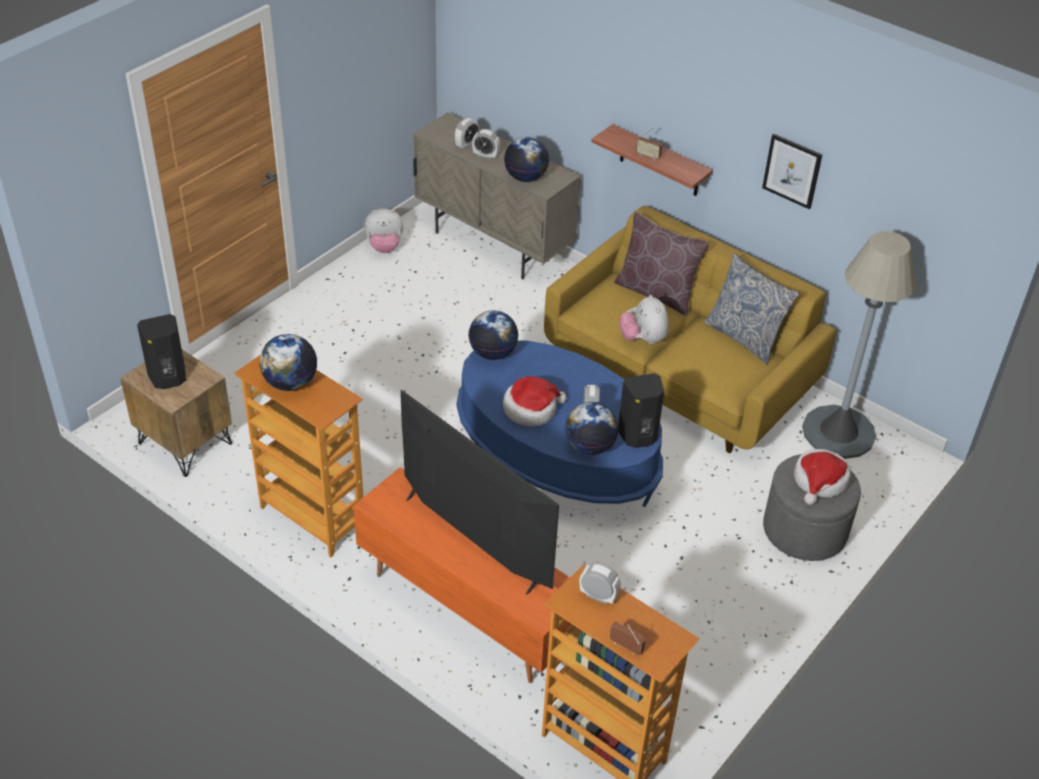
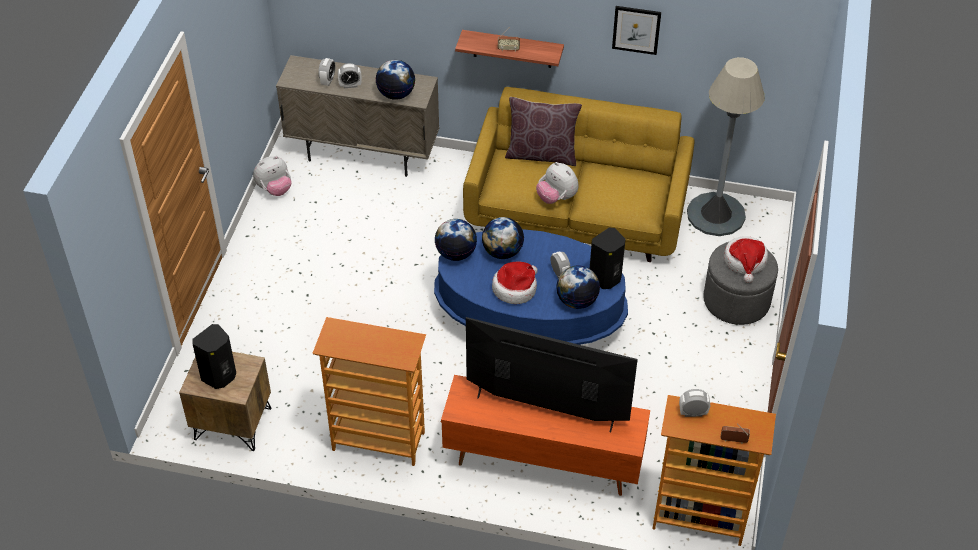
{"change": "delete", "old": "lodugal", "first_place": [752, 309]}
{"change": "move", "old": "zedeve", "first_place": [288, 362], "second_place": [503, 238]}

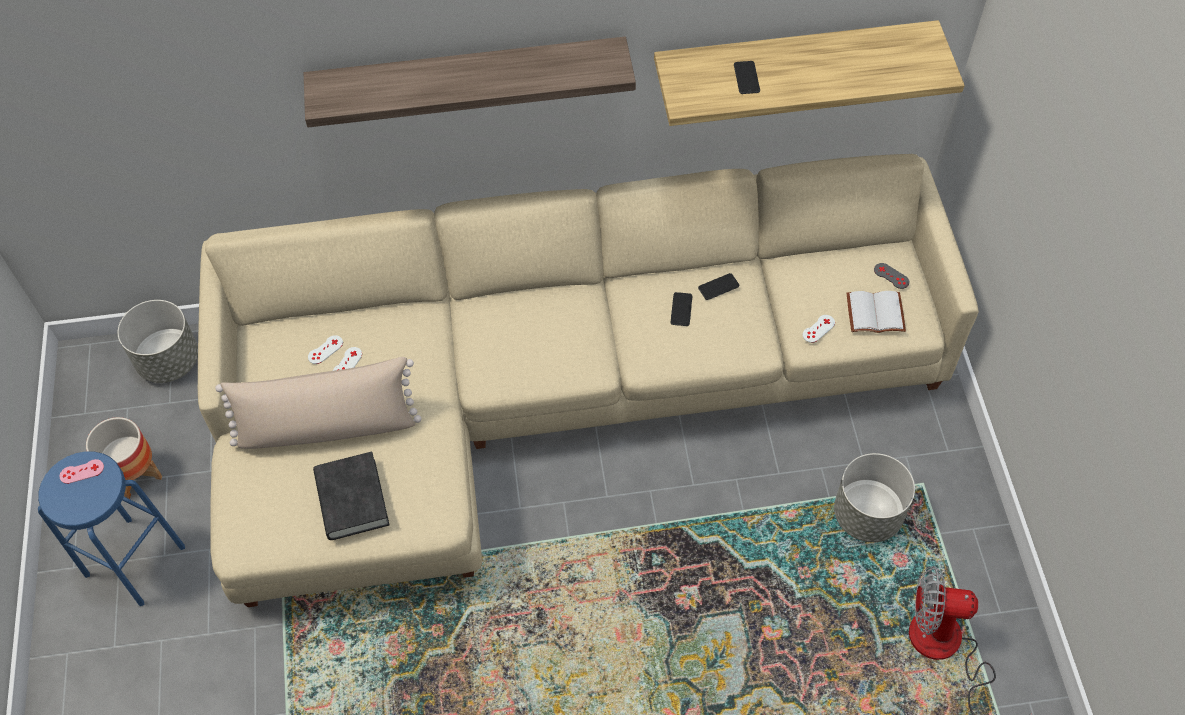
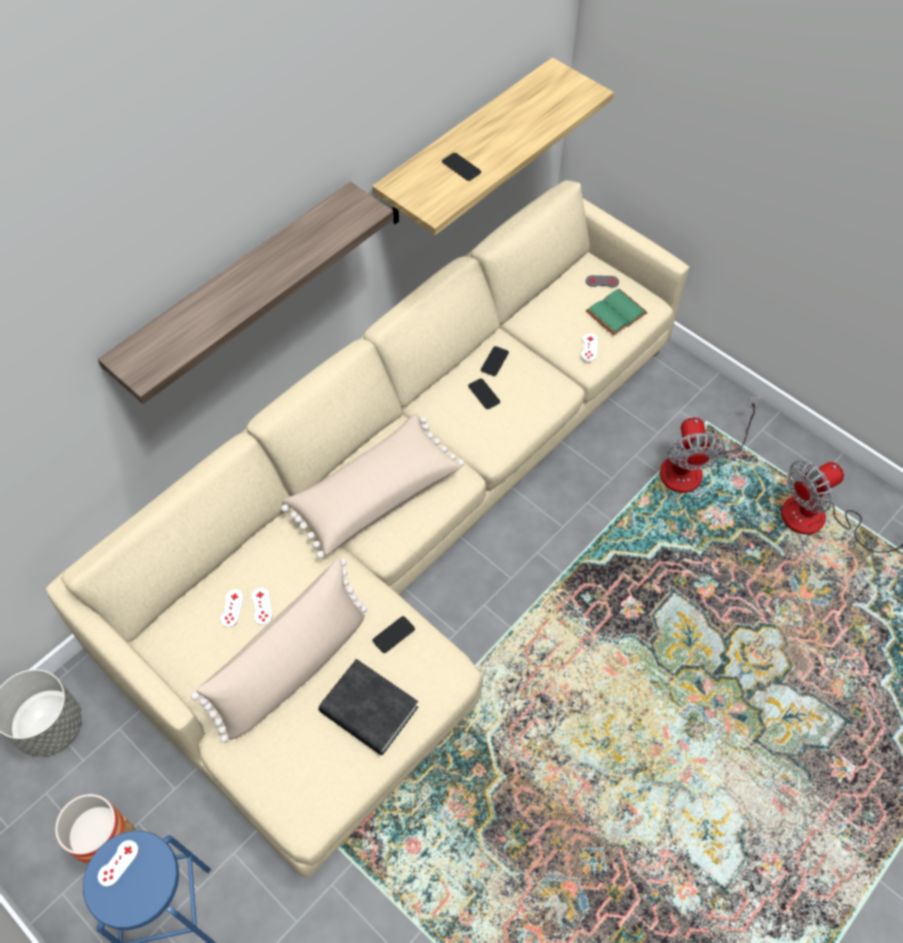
{"change": "insert", "new": "beige_lodugal", "second_place": [372, 486]}
{"change": "insert", "new": "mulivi", "second_place": [393, 634]}
{"change": "replace", "old": "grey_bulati", "new": "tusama", "first_place": [874, 497], "second_place": [710, 445]}
{"change": "recolor", "old": "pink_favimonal", "new": "white_favimonal", "first_place": [82, 471], "second_place": [118, 863]}
{"change": "recolor", "old": "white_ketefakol", "new": "green_ketefakol", "first_place": [876, 312], "second_place": [617, 312]}

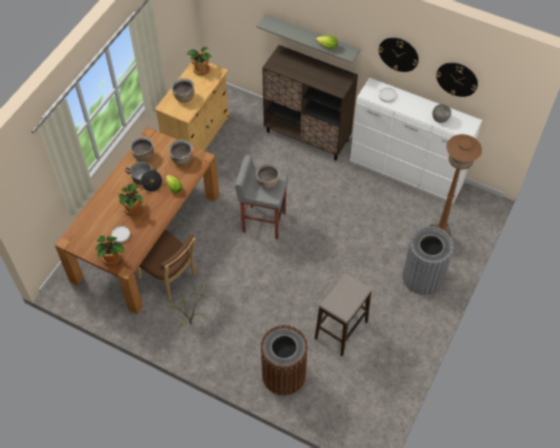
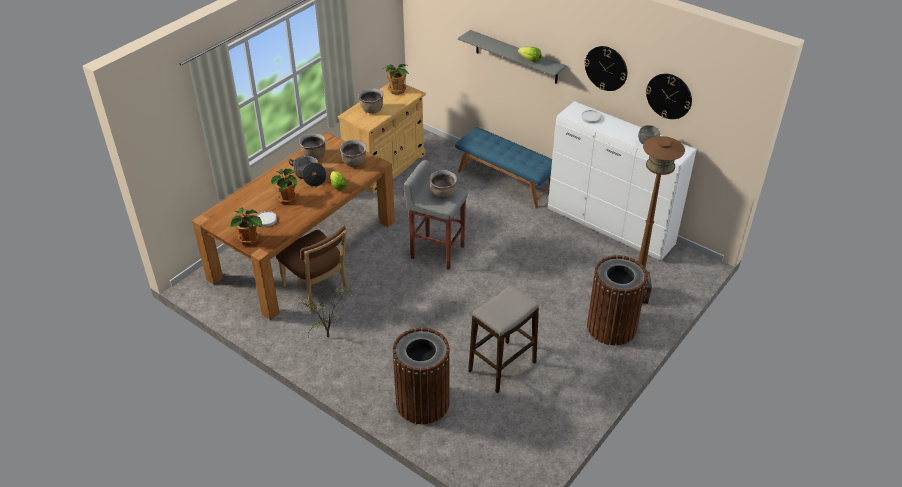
{"change": "replace", "old": "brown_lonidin", "new": "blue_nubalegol", "first_place": [310, 102], "second_place": [503, 167]}
{"change": "recolor", "old": "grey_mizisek", "new": "brown_mizisek", "first_place": [428, 260], "second_place": [617, 300]}

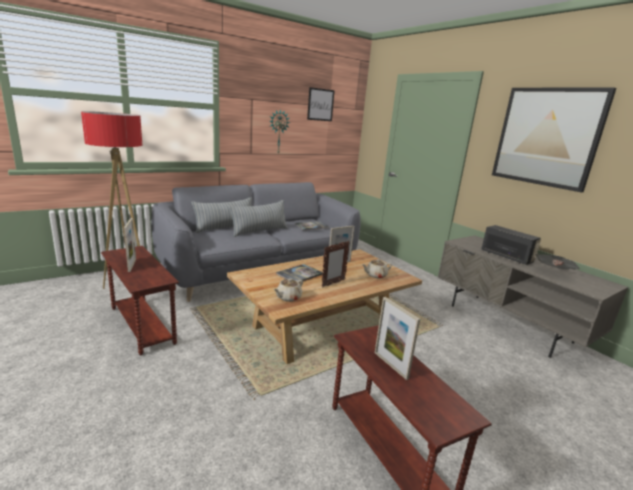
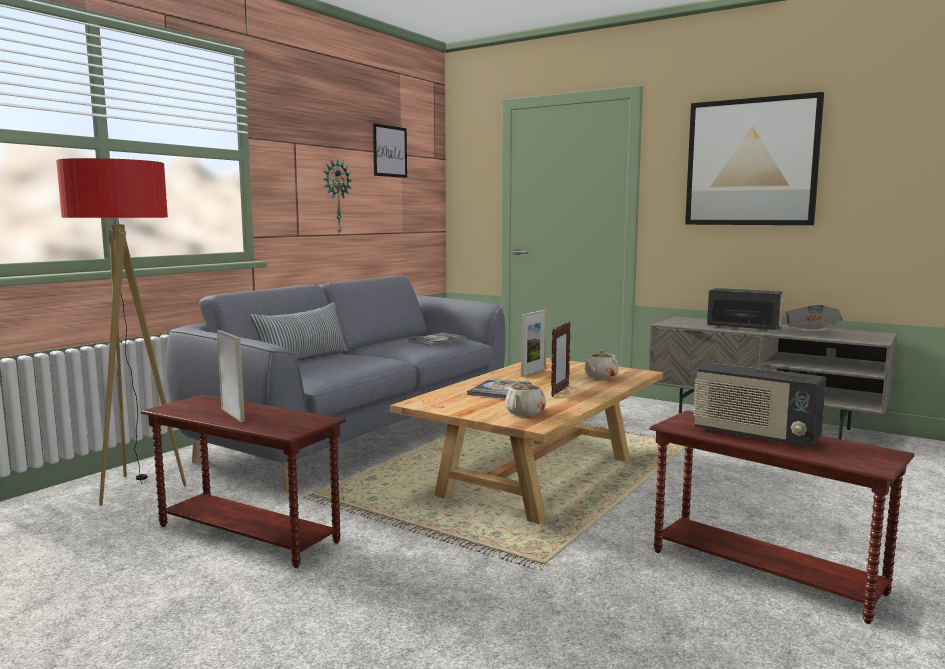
{"change": "delete", "old": "lodugal", "first_place": [258, 218]}
{"change": "replace", "old": "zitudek", "new": "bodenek", "first_place": [397, 338], "second_place": [759, 405]}

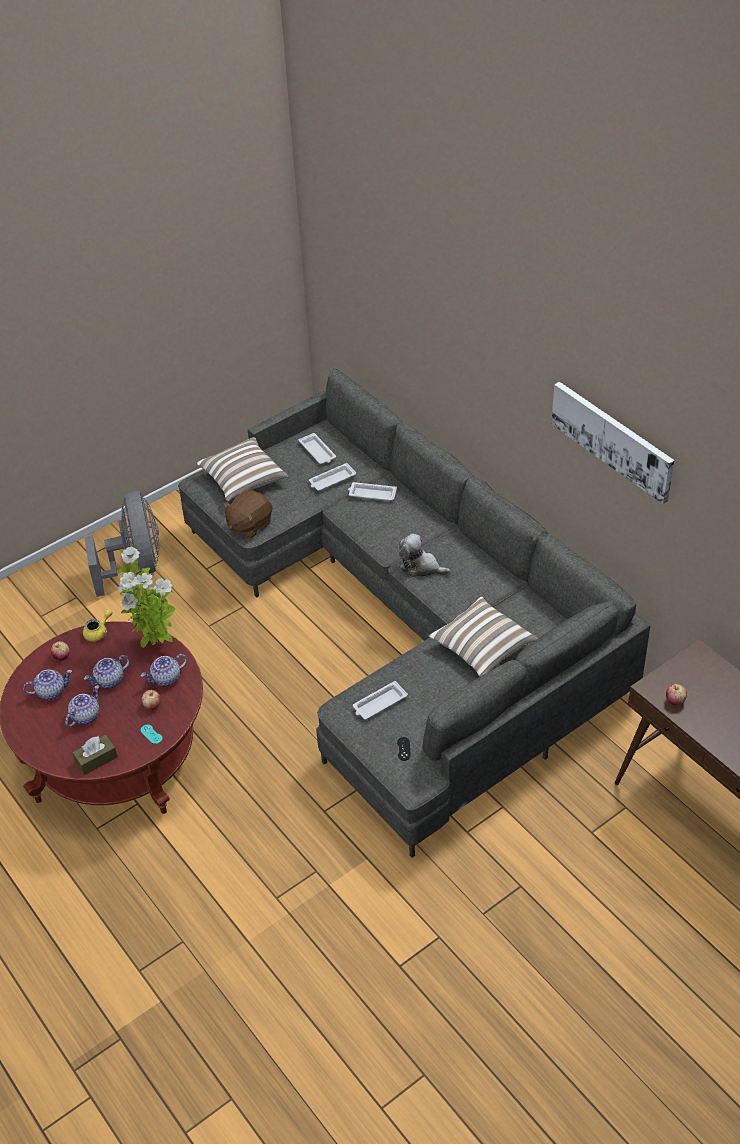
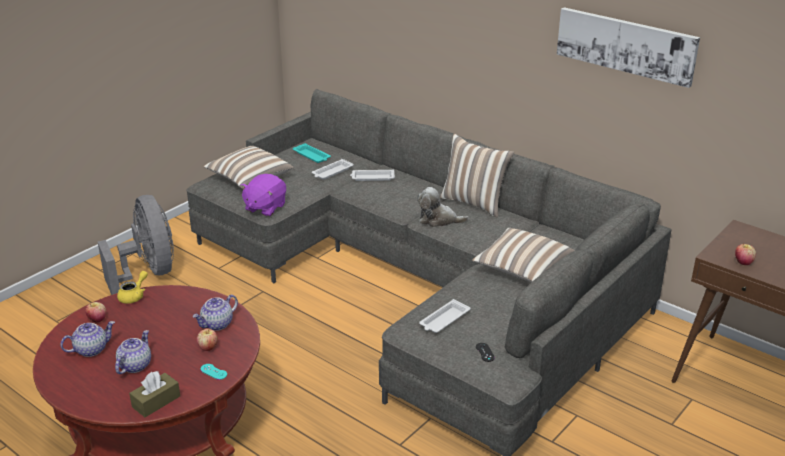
{"change": "delete", "old": "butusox", "first_place": [107, 671]}
{"change": "delete", "old": "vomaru", "first_place": [147, 597]}
{"change": "insert", "new": "lodugal", "second_place": [477, 176]}
{"change": "recolor", "old": "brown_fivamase", "new": "purple_fivamase", "first_place": [247, 514], "second_place": [263, 195]}
{"change": "recolor", "old": "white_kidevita", "new": "turquoise_kidevita", "first_place": [317, 448], "second_place": [312, 153]}

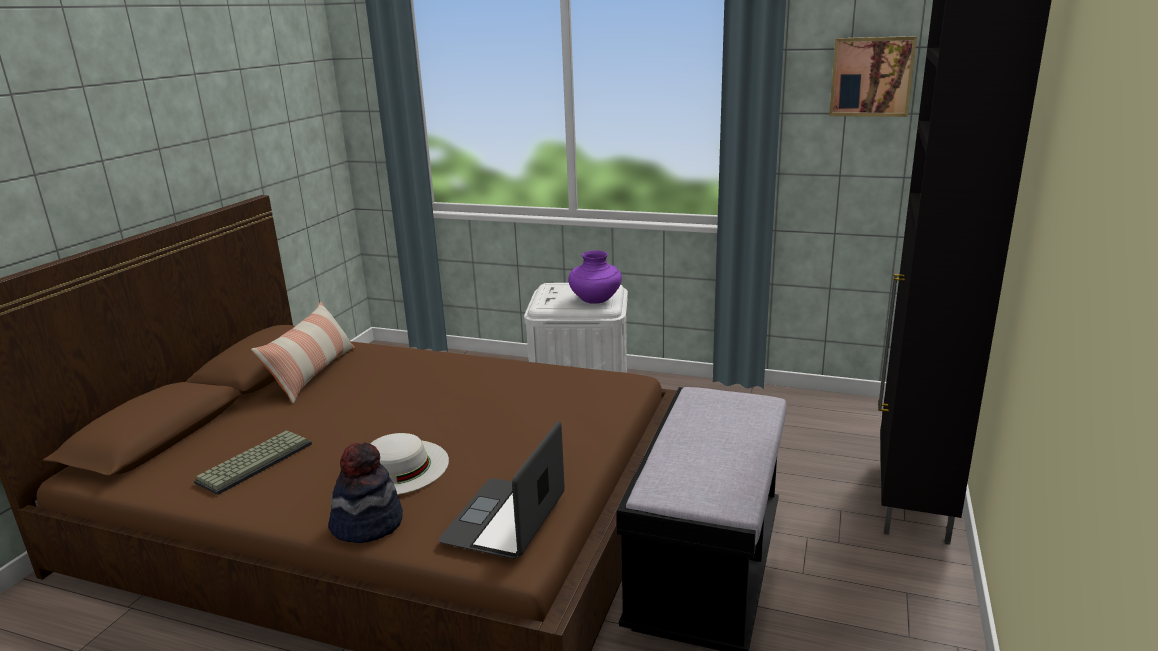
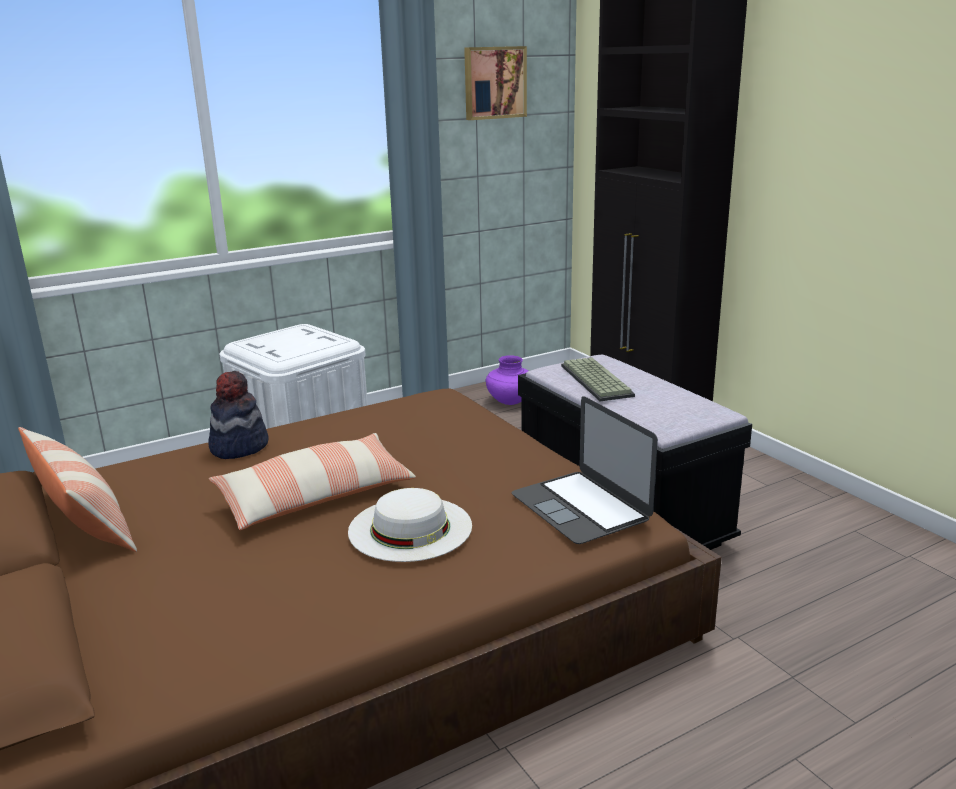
{"change": "insert", "new": "lodugal", "second_place": [312, 481]}
{"change": "move", "old": "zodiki", "first_place": [253, 462], "second_place": [598, 379]}
{"change": "move", "old": "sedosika", "first_place": [365, 492], "second_place": [238, 415]}
{"change": "move", "old": "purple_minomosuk", "first_place": [595, 277], "second_place": [506, 380]}

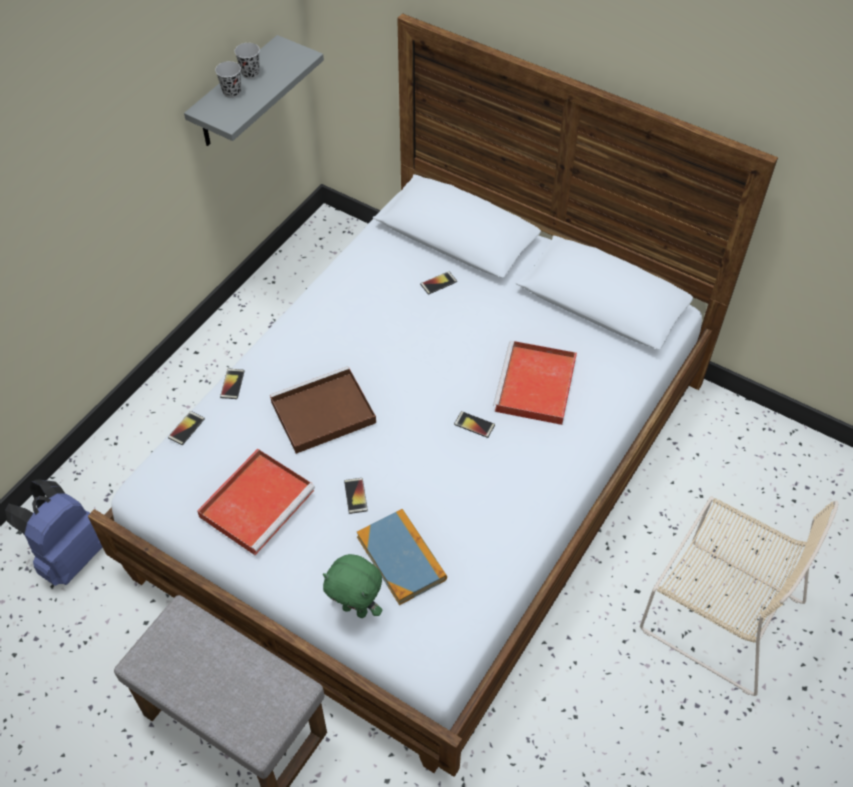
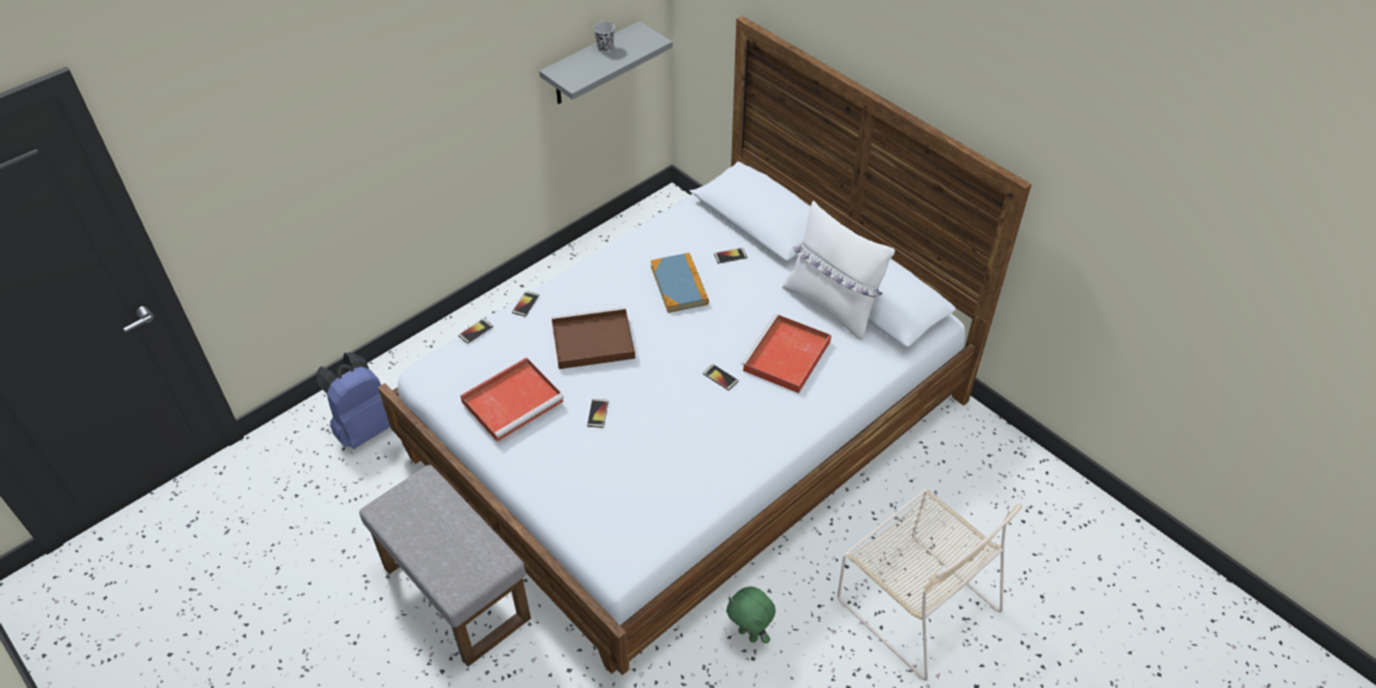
{"change": "delete", "old": "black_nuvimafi", "first_place": [228, 79]}
{"change": "insert", "new": "white_lodugal", "second_place": [838, 270]}
{"change": "move", "old": "green_fivamase", "first_place": [352, 586], "second_place": [751, 615]}
{"change": "move", "old": "ketefakol", "first_place": [401, 557], "second_place": [679, 283]}

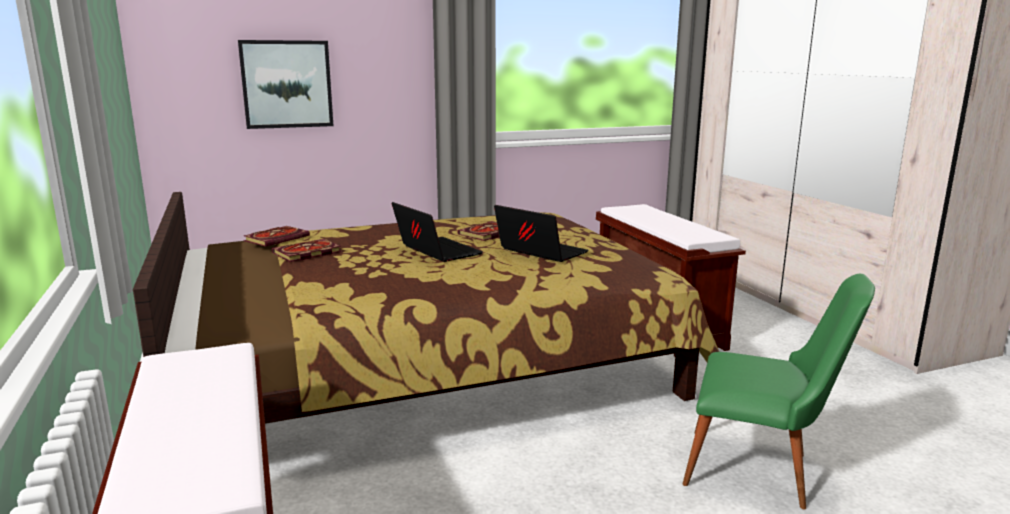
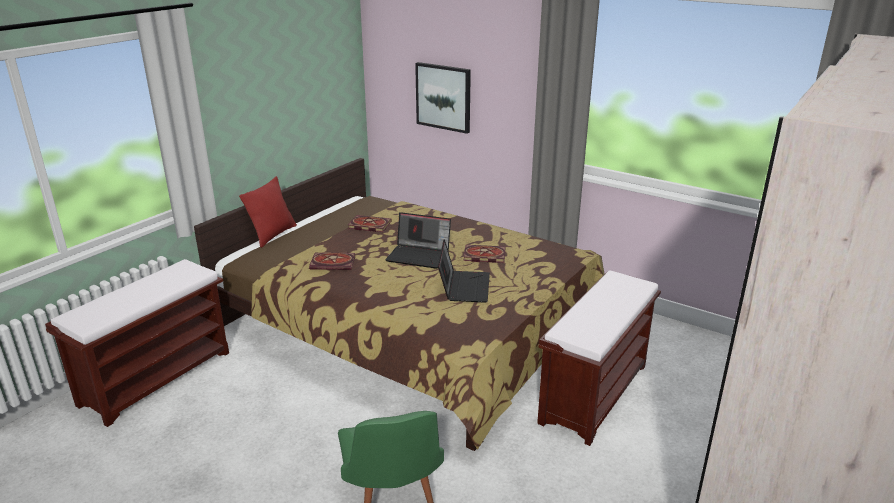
{"change": "insert", "new": "red_lodugal", "second_place": [268, 212]}
{"change": "move", "old": "ketefakol", "first_place": [277, 236], "second_place": [332, 261]}
{"change": "rotate", "old": "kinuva", "first_place": [437, 232], "second_place": [418, 240], "degrees": 90}

